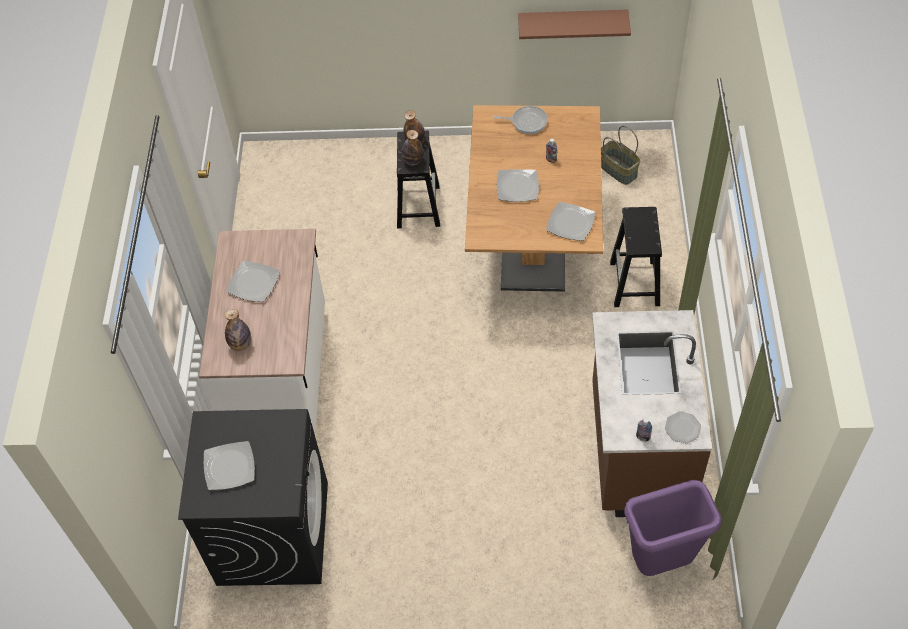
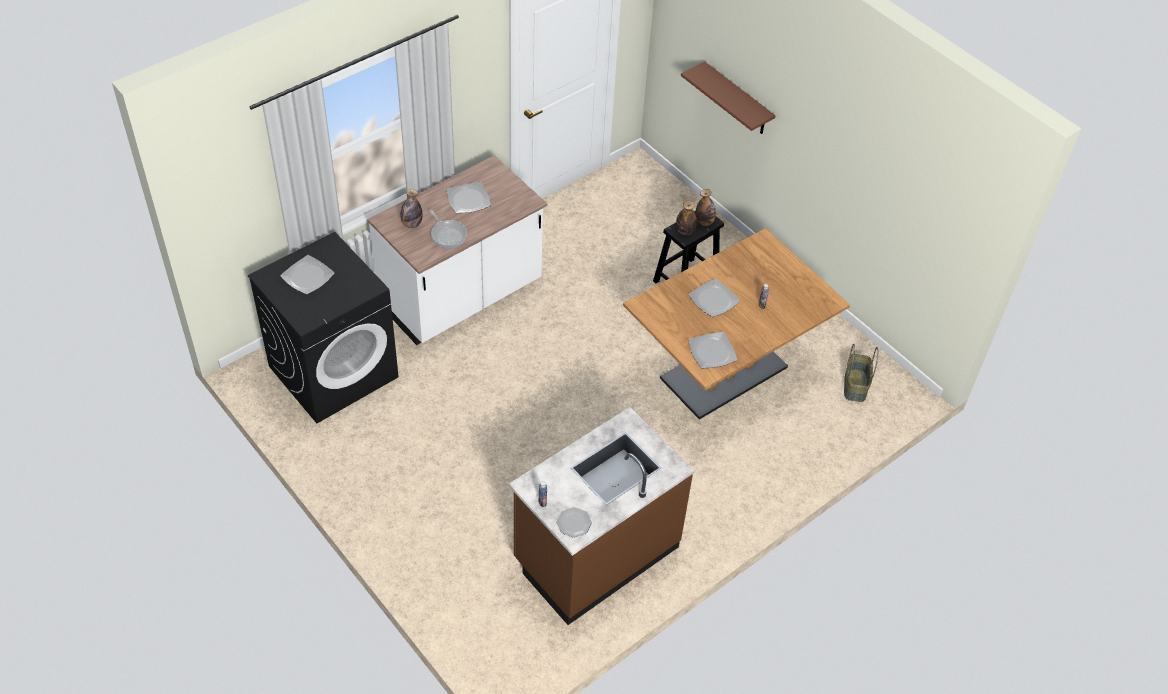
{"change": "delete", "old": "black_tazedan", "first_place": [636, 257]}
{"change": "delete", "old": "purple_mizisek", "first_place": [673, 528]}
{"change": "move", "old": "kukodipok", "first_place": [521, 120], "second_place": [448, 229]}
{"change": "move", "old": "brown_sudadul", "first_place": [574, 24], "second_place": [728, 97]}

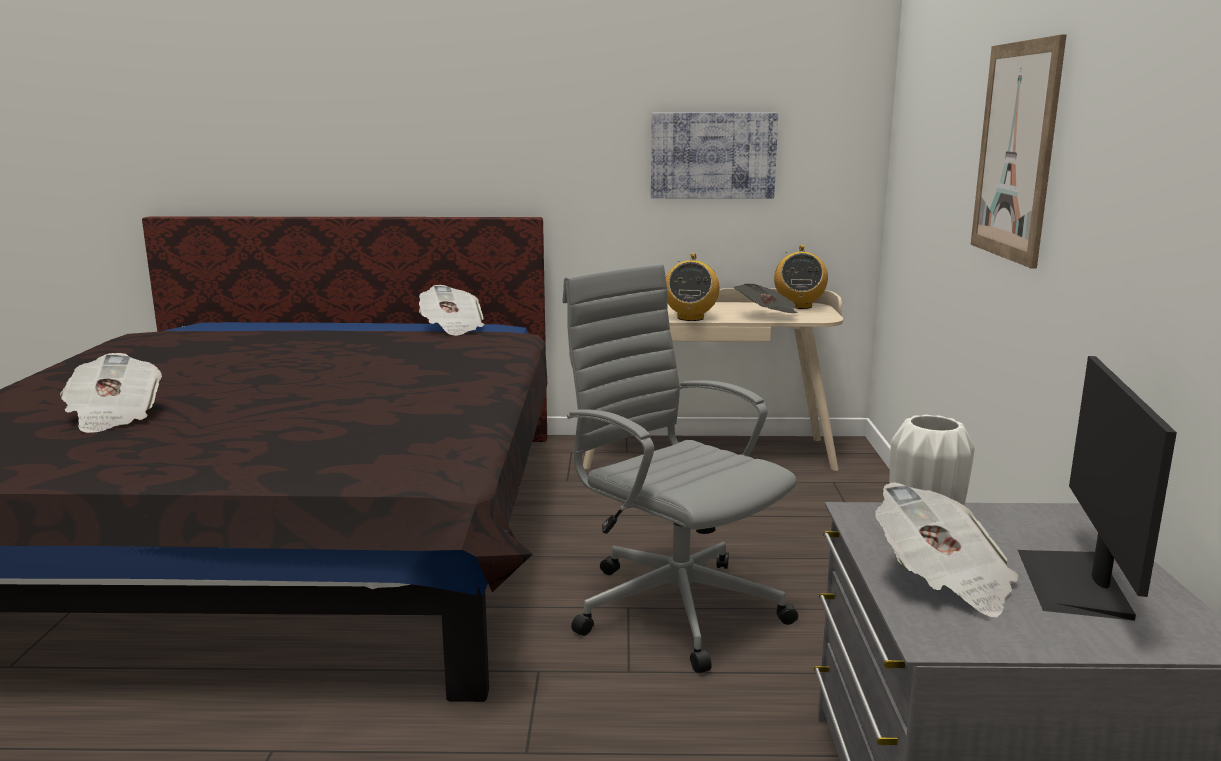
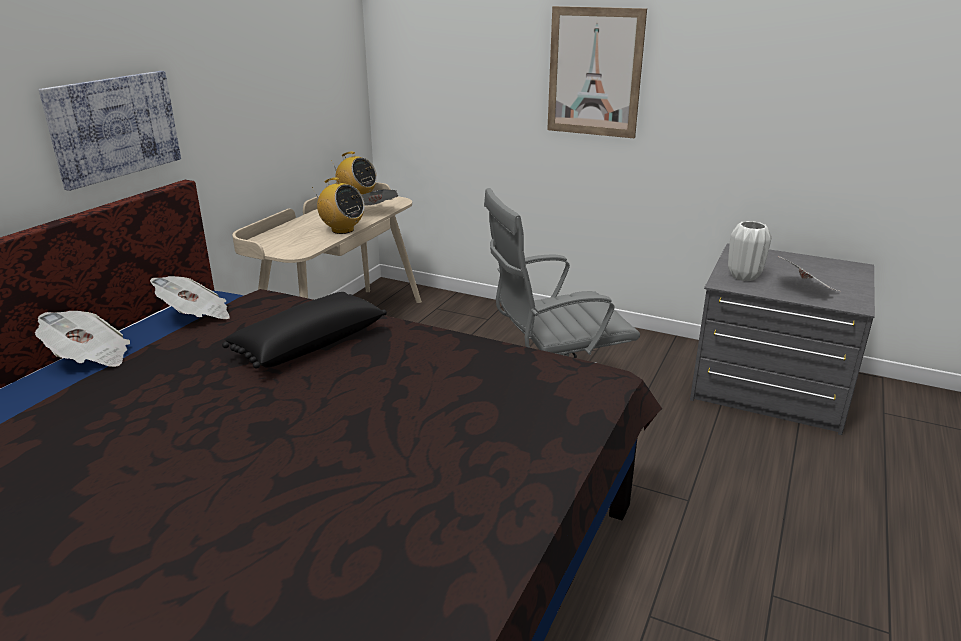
{"change": "delete", "old": "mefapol", "first_place": [1097, 488]}
{"change": "insert", "new": "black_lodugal", "second_place": [304, 330]}
{"change": "move", "old": "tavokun", "first_place": [111, 393], "second_place": [82, 339]}
{"change": "move", "old": "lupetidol", "first_place": [714, 156], "second_place": [110, 131]}

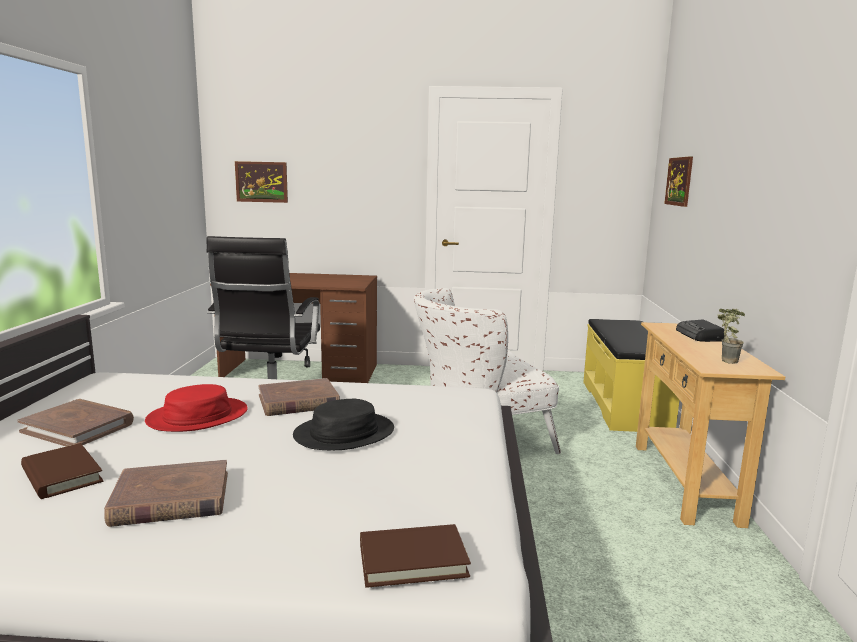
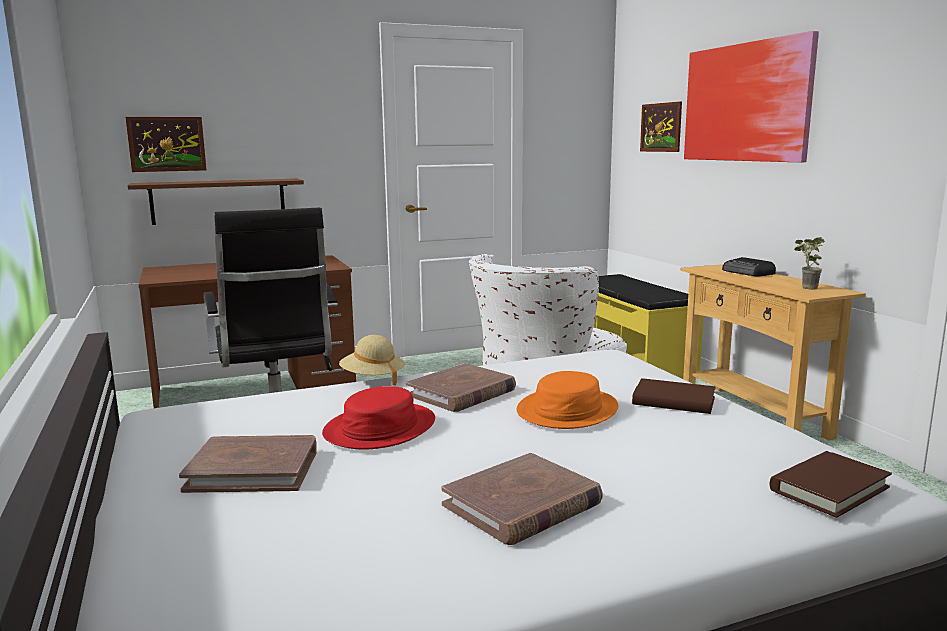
{"change": "insert", "new": "brown_sudadul", "second_place": [215, 202]}
{"change": "insert", "new": "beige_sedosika", "second_place": [372, 360]}
{"change": "insert", "new": "lupetidol", "second_place": [751, 97]}
{"change": "move", "old": "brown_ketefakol", "first_place": [62, 471], "second_place": [674, 396]}
{"change": "recolor", "old": "black_sedosika", "new": "orange_sedosika", "first_place": [343, 424], "second_place": [567, 400]}

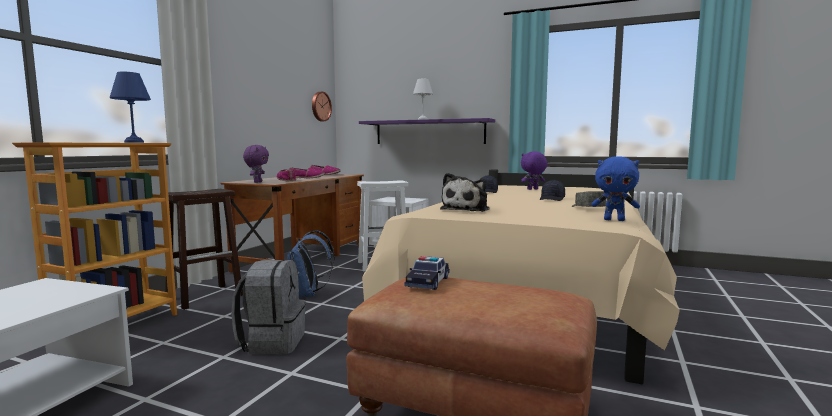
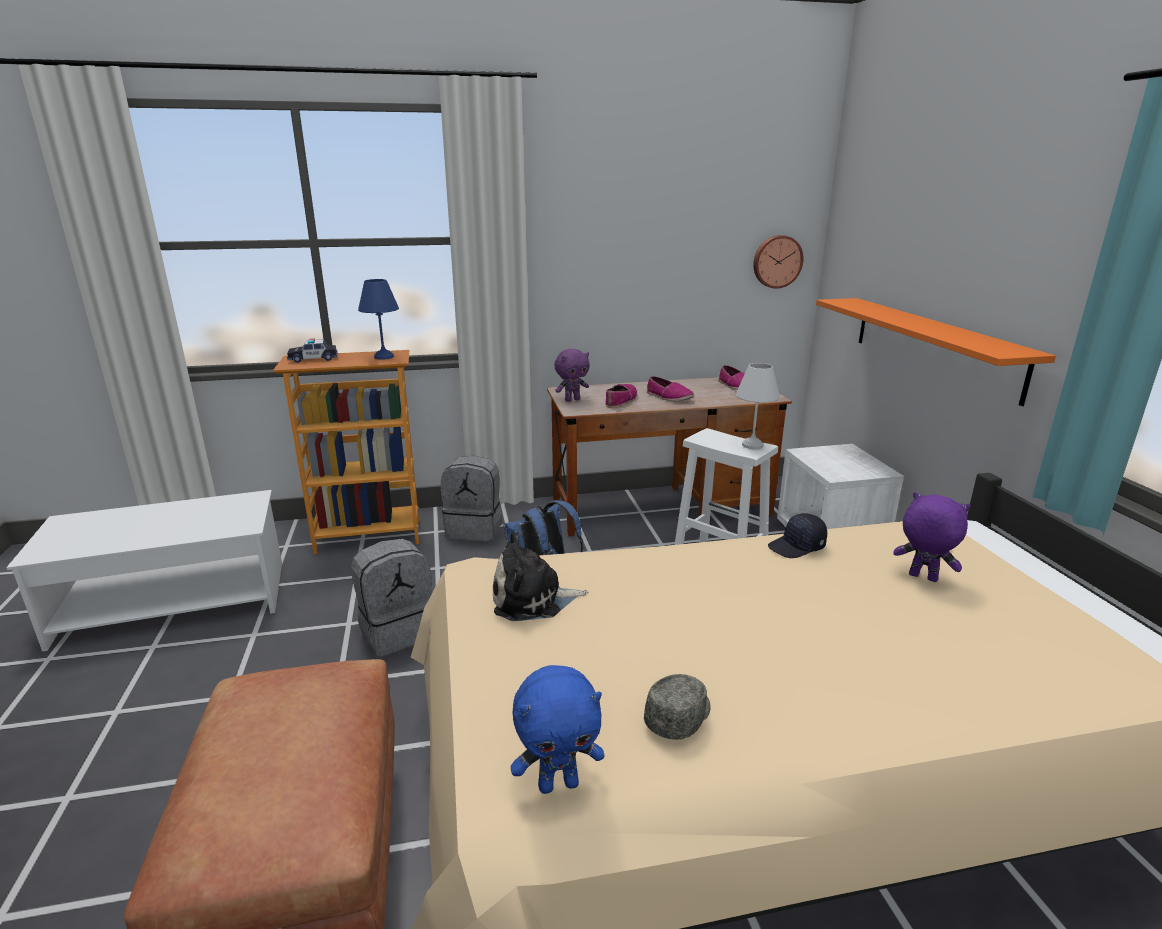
{"change": "delete", "old": "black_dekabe", "first_place": [552, 190]}
{"change": "move", "old": "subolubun", "first_place": [427, 273], "second_place": [312, 351]}
{"change": "move", "old": "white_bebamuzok", "first_place": [423, 99], "second_place": [758, 406]}
{"change": "replace", "old": "brown_tazedan", "new": "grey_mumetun", "first_place": [204, 249], "second_place": [471, 498]}
{"change": "recolor", "old": "purple_sudadul", "new": "orange_sudadul", "first_place": [427, 131], "second_place": [936, 352]}
{"change": "rotate", "old": "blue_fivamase", "first_place": [615, 188], "second_place": [558, 729], "degrees": -90}

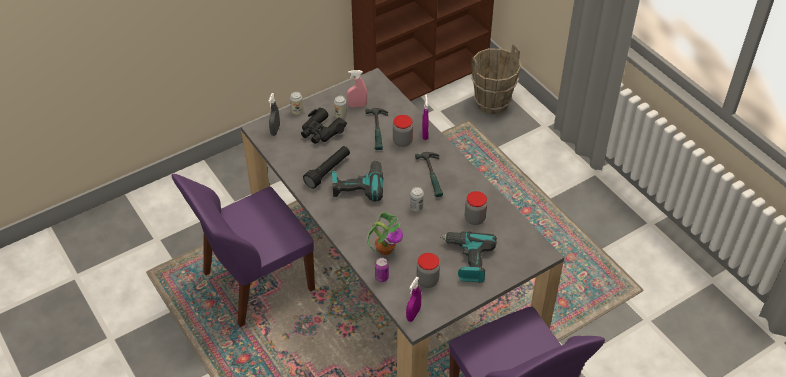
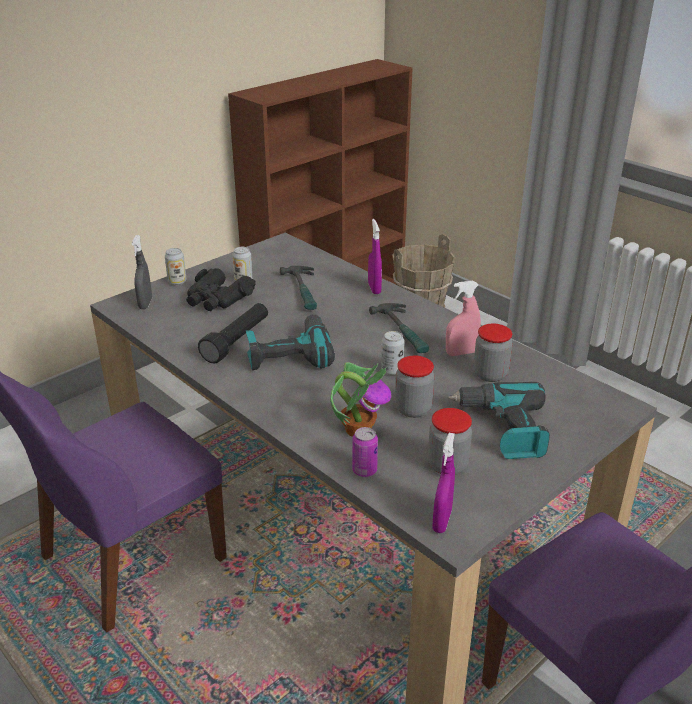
{"change": "move", "old": "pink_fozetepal", "first_place": [357, 88], "second_place": [463, 318]}
{"change": "move", "old": "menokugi", "first_place": [403, 131], "second_place": [414, 387]}

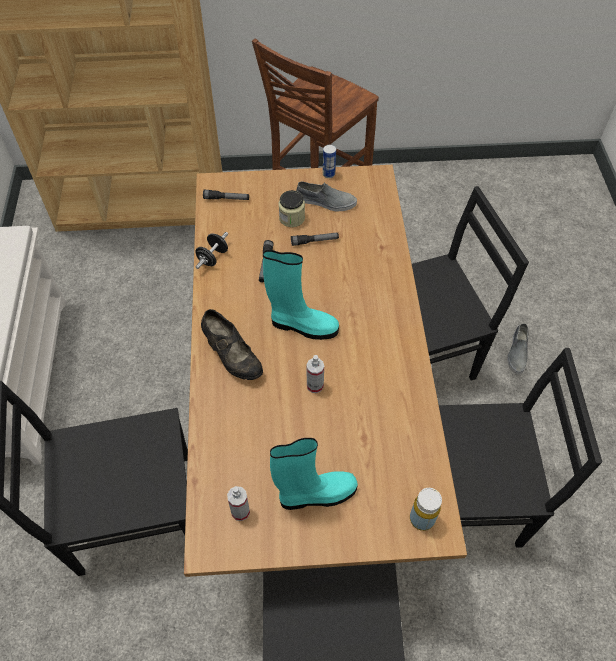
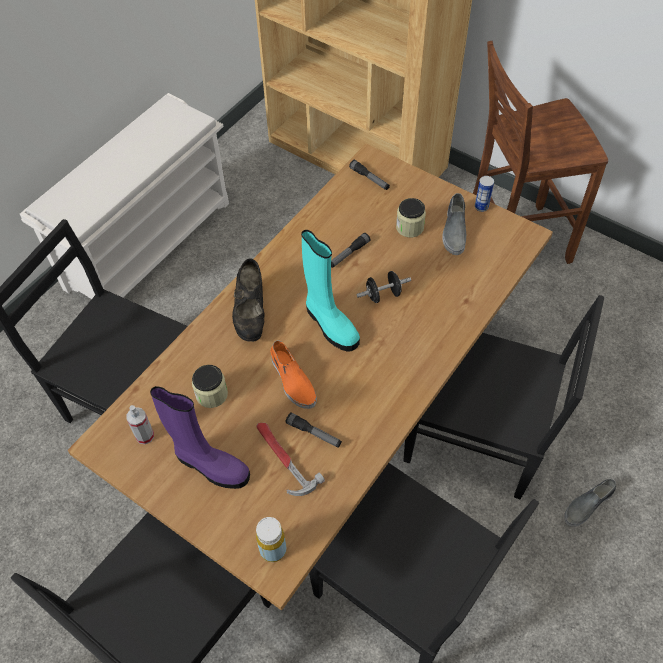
{"change": "insert", "new": "menokugi", "second_place": [210, 386]}
{"change": "insert", "new": "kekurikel", "second_place": [291, 459]}
{"change": "move", "old": "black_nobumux", "first_place": [211, 250], "second_place": [384, 287]}
{"change": "move", "old": "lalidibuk", "first_place": [315, 239], "second_place": [313, 430]}
{"change": "replace", "old": "fozetepal", "new": "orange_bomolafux", "first_place": [315, 374], "second_place": [293, 374]}
{"change": "recolor", "old": "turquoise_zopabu", "new": "purple_zopabu", "first_place": [314, 474], "second_place": [200, 437]}
{"change": "rotate", "old": "grey_bomolafux", "first_place": [326, 196], "second_place": [454, 224], "degrees": 45}

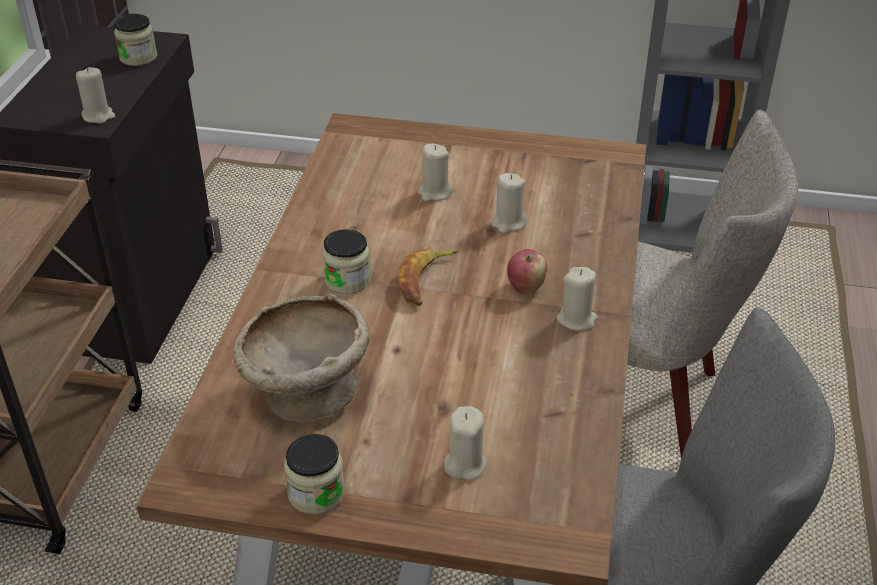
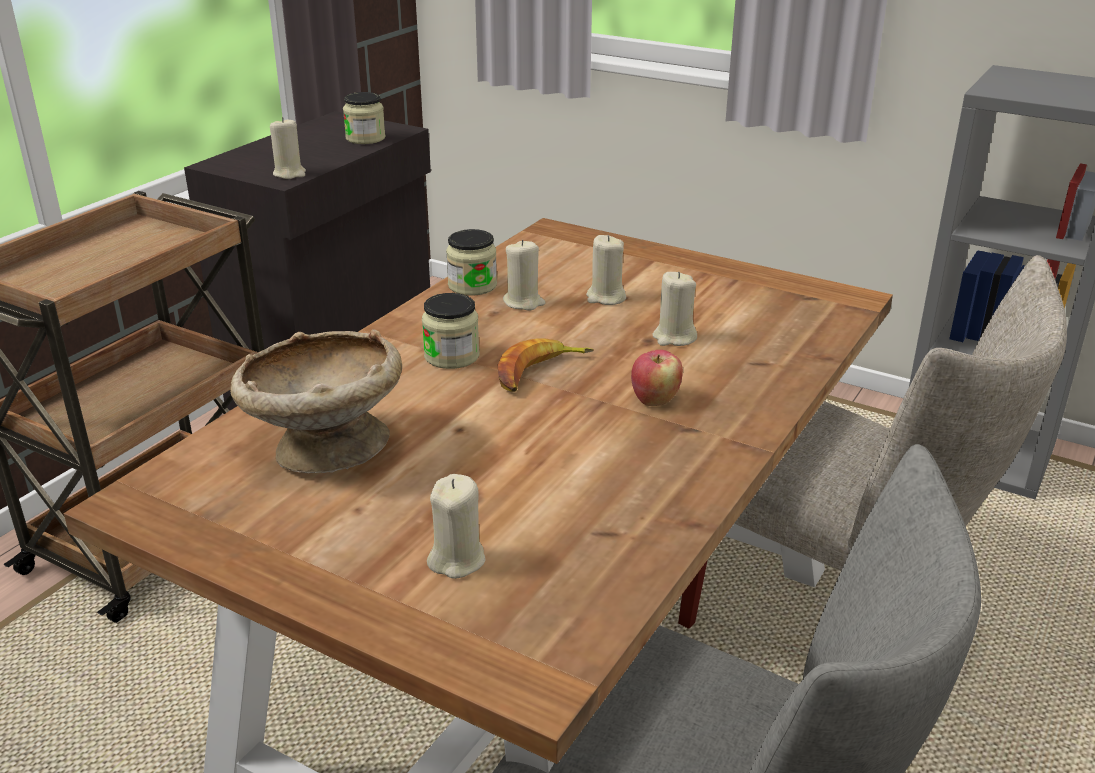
{"change": "move", "old": "menokugi", "first_place": [314, 474], "second_place": [471, 262]}
{"change": "move", "old": "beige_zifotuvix", "first_place": [577, 298], "second_place": [524, 275]}

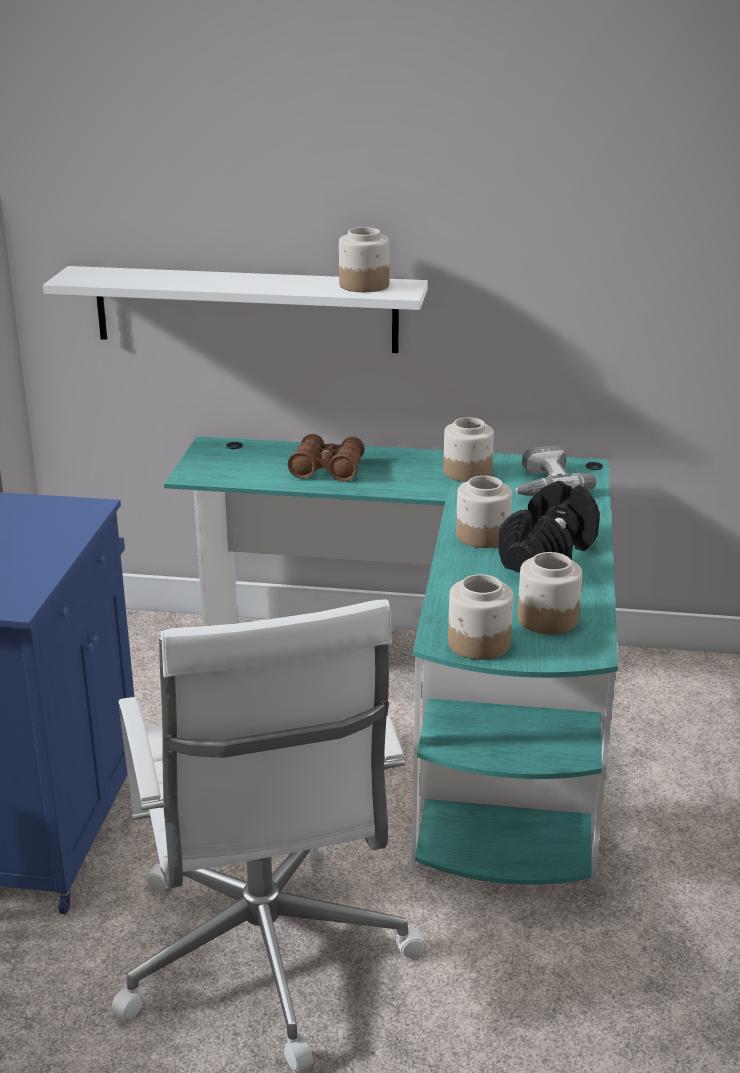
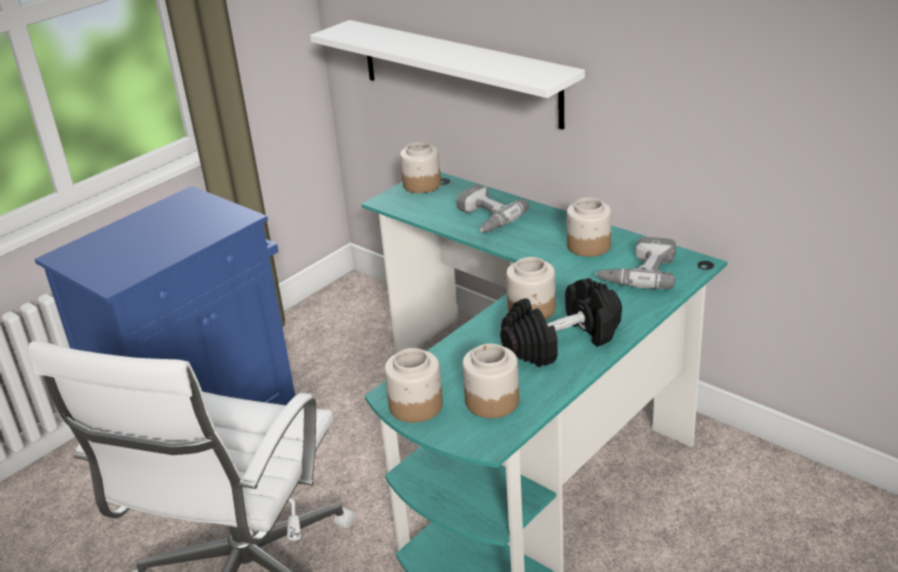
{"change": "move", "old": "menokugi", "first_place": [364, 259], "second_place": [420, 167]}
{"change": "replace", "old": "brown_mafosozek", "new": "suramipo", "first_place": [326, 458], "second_place": [493, 208]}

